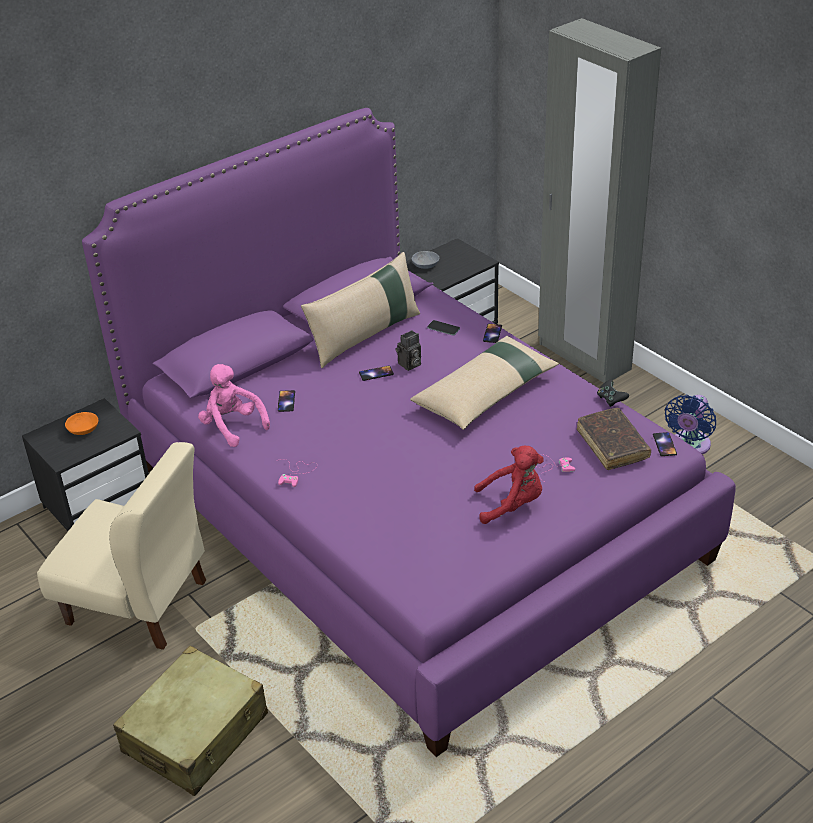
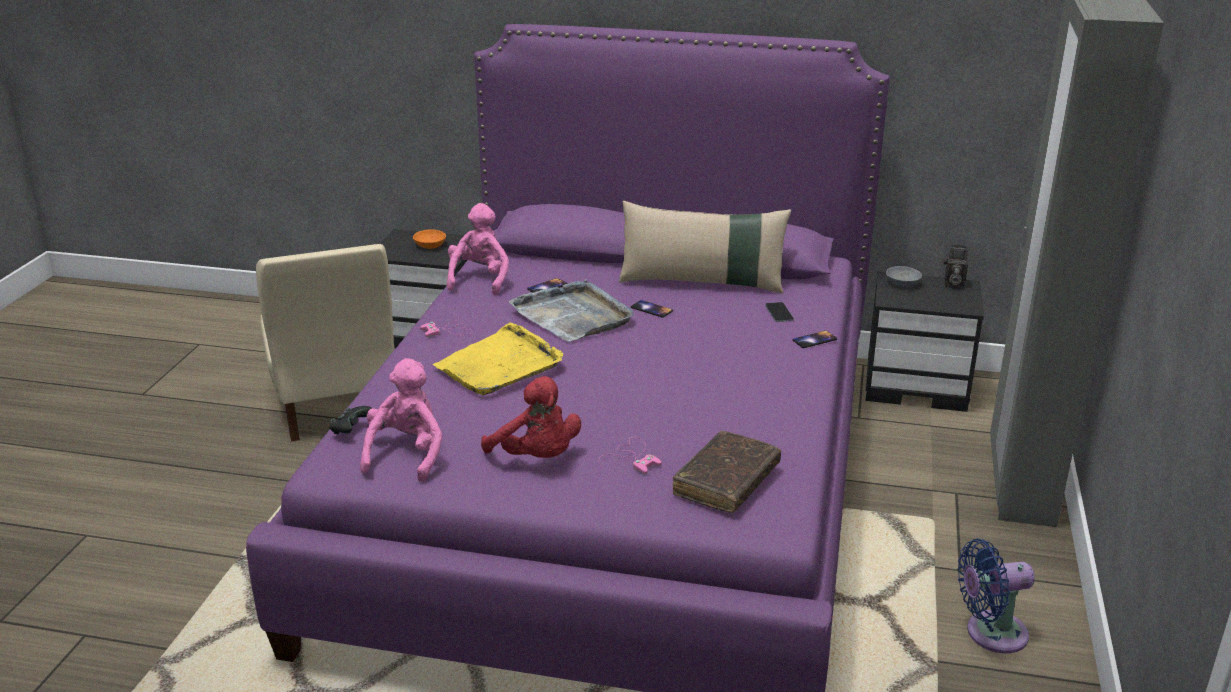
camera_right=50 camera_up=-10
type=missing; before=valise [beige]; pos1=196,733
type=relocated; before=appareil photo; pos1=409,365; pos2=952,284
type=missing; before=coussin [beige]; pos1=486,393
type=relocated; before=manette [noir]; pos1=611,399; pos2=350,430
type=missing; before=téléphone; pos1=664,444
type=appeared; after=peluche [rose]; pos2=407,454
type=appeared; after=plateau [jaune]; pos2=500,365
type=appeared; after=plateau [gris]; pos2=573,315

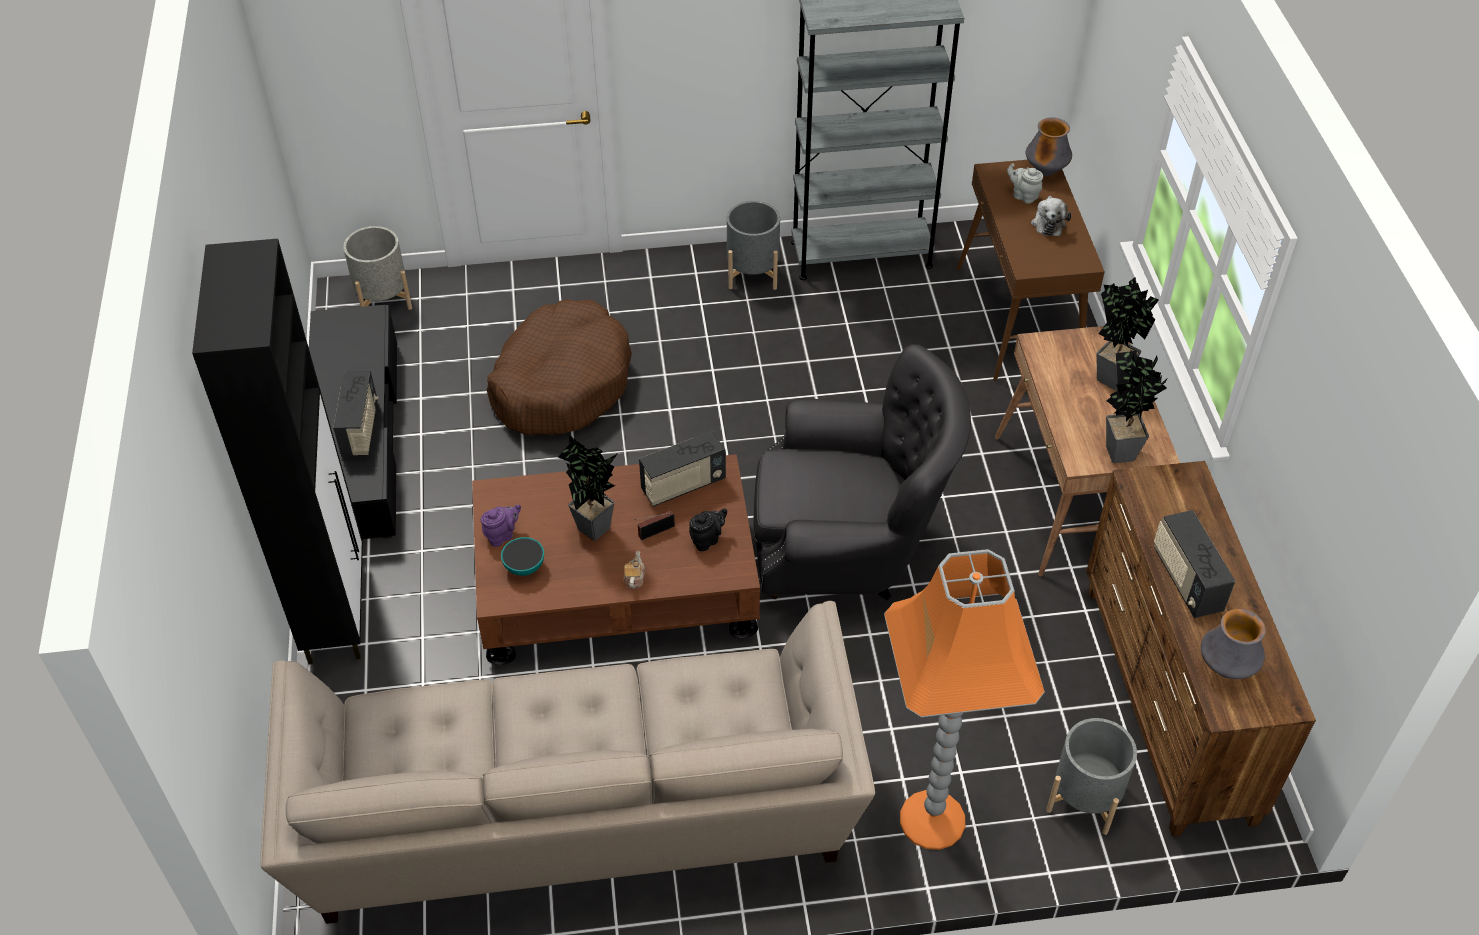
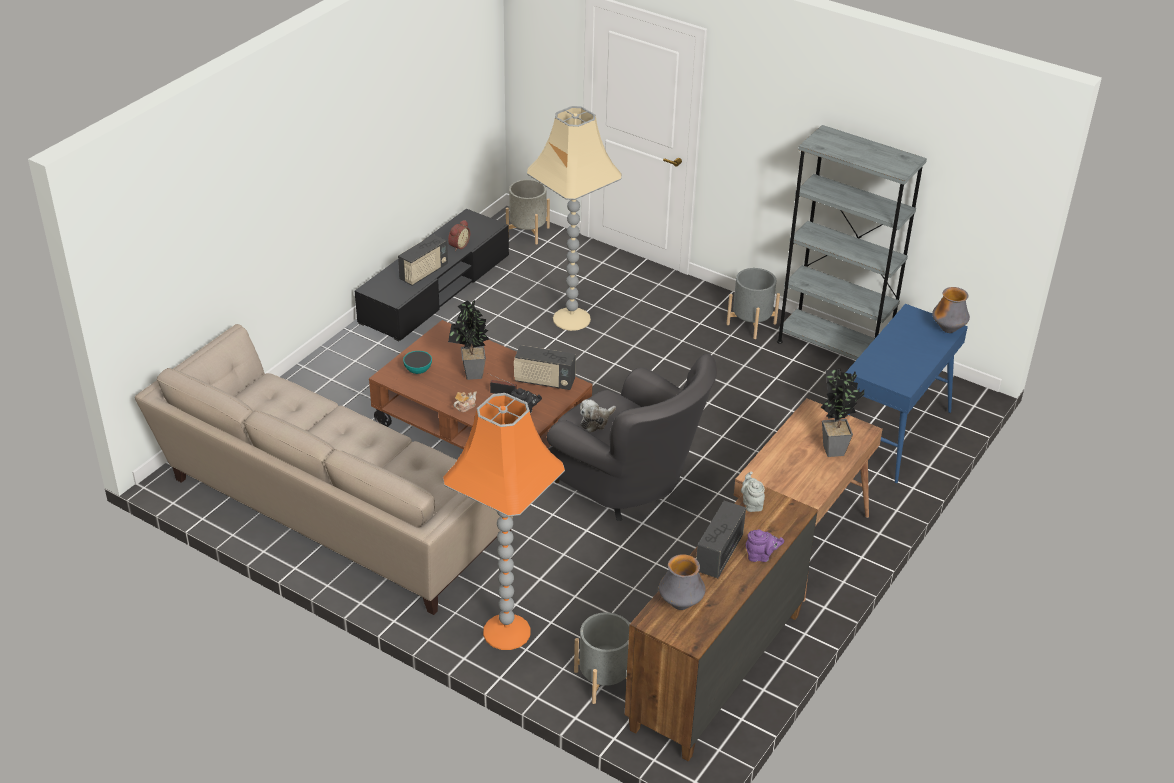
camera_right=40 camera_up=-10
type=missing; before=meuble de rangement [noir]; pos1=336,610
type=relocated; before=théière [violet]; pos1=502,535; pos2=761,556
type=exchanged; before=panier pour chien [marron]; after=lampadaire [beige]; pos1=561,383; pos2=571,320
type=colour; before=table console [marron]; after=table console [bleu]; pos1=1019,319; pos2=891,434
type=relocated; before=théière [gris]; pos1=1023,195; pos2=752,504
type=relocated; before=peluche; pos1=1048,222; pos2=596,421
type=missing; before=plante en pot; pos1=1121,448
type=appeared; after=réveil; pos2=458,245

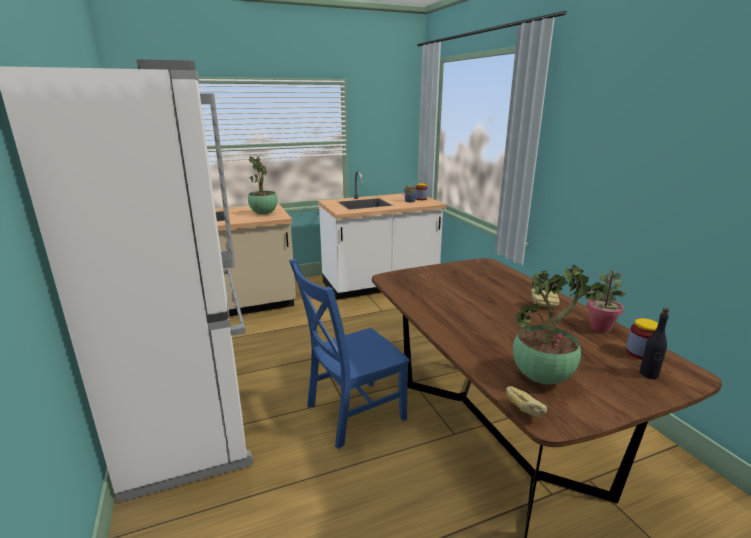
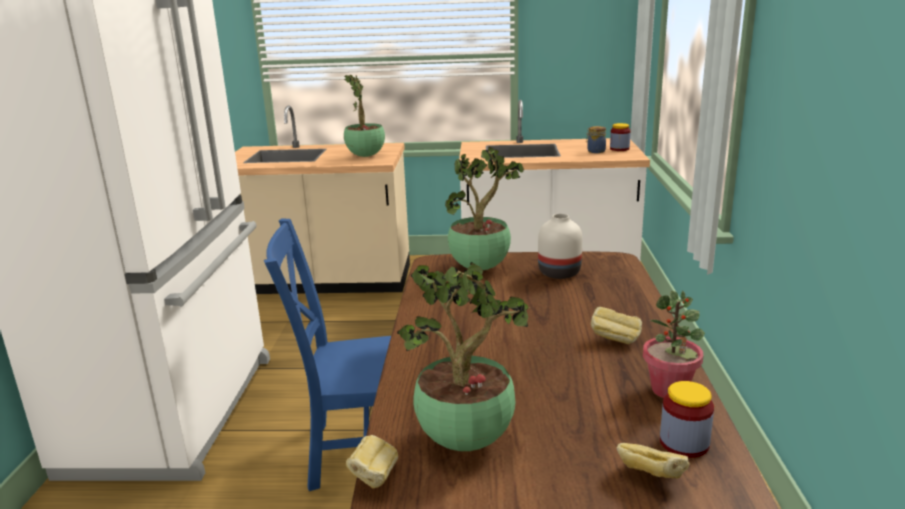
camera_right=25 camera_up=0
type=exchanged; before=bouteille [noir]; after=pain; pos1=649,374; pos2=650,478
type=appeared; after=plante en pot; pos2=481,267
type=appeared; after=vase [blanc]; pos2=558,272

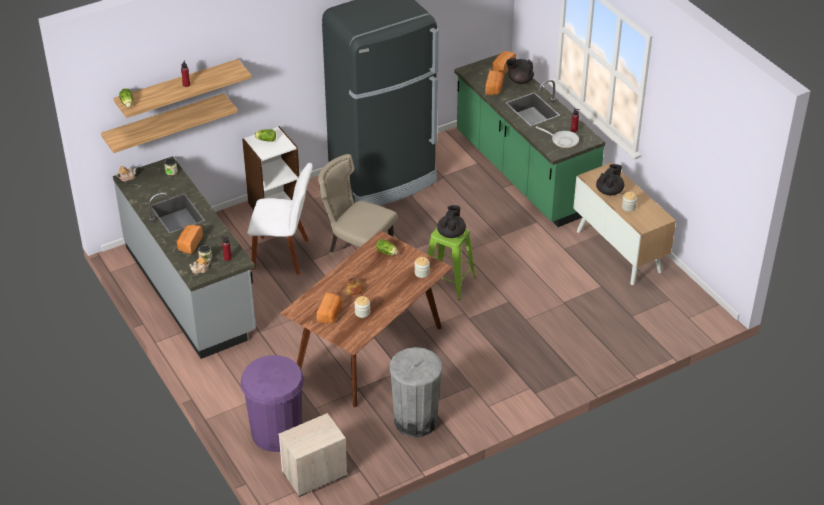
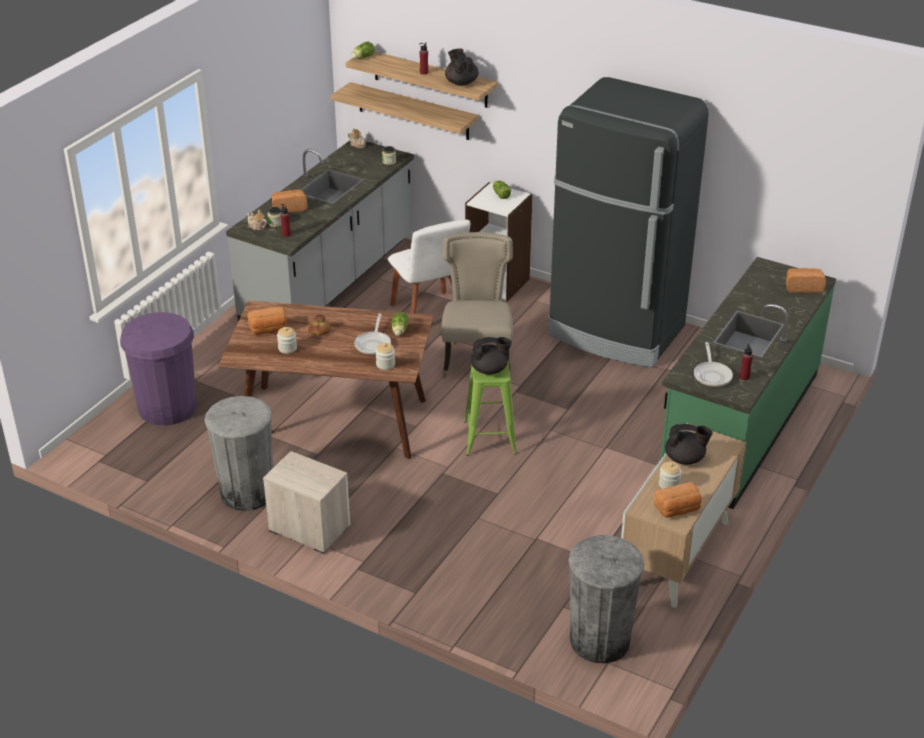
camera_right=60 camera_up=-5
type=relocated; before=table de chevet; pos1=313,474; pos2=308,528
type=relocated; before=pain; pos1=494,88; pos2=678,509
type=relocated; before=théière [noir]; pos1=520,80; pos2=461,82
type=appeared; after=poêle; pos2=373,344
type=appeared; after=poubelle [gris]; pos2=599,640

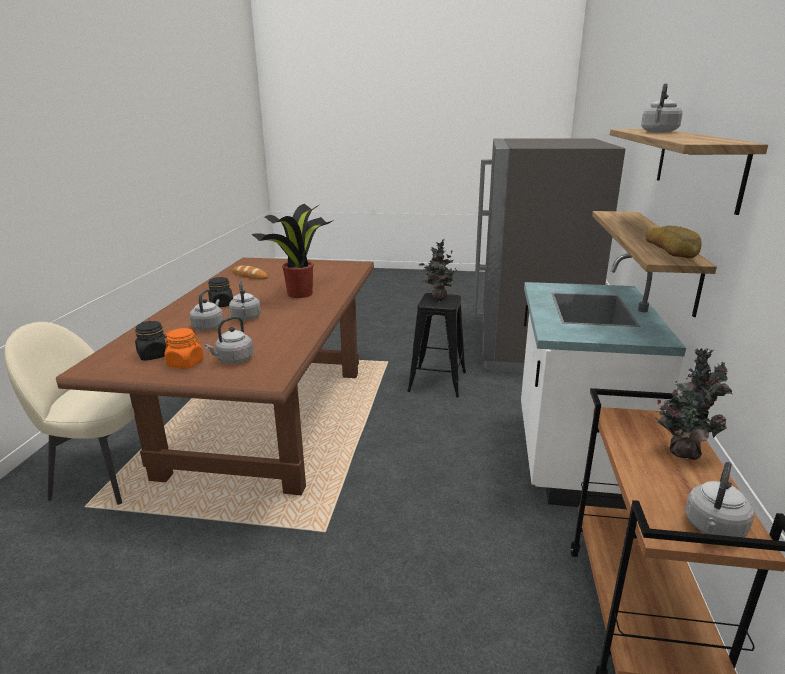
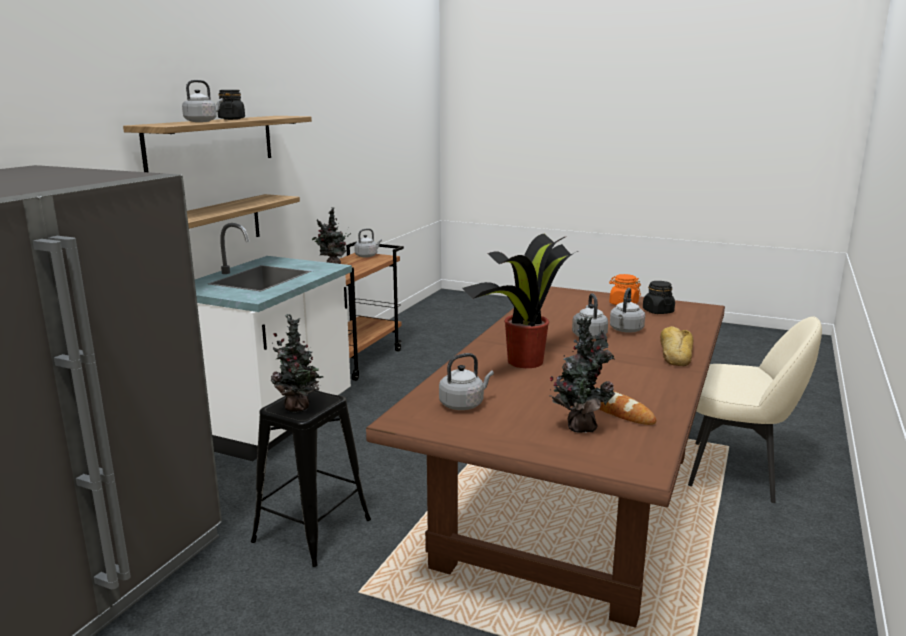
camera_right=-165 camera_up=-5
type=relocated; before=bouilloire [gris]; pos1=233,360; pos2=463,404
type=relocated; before=bocal [noir]; pos1=221,304; pos2=232,119
type=relocated; before=pain; pos1=671,249; pos2=675,354
type=appeared; after=plante en pot; pos2=580,426

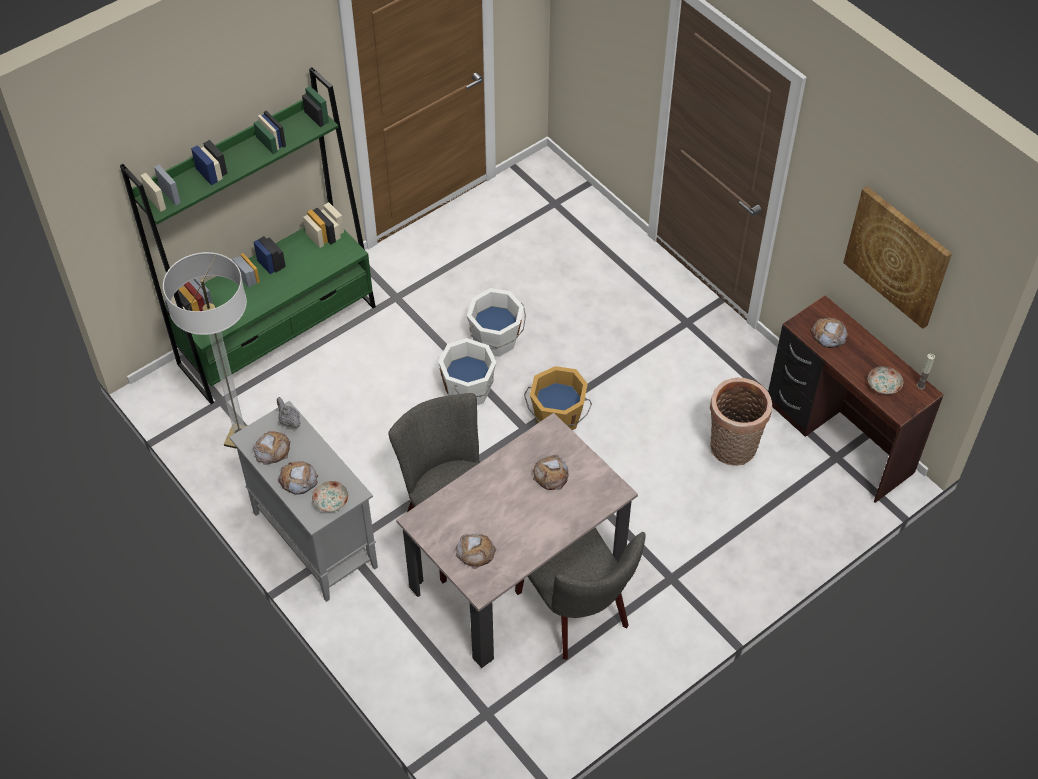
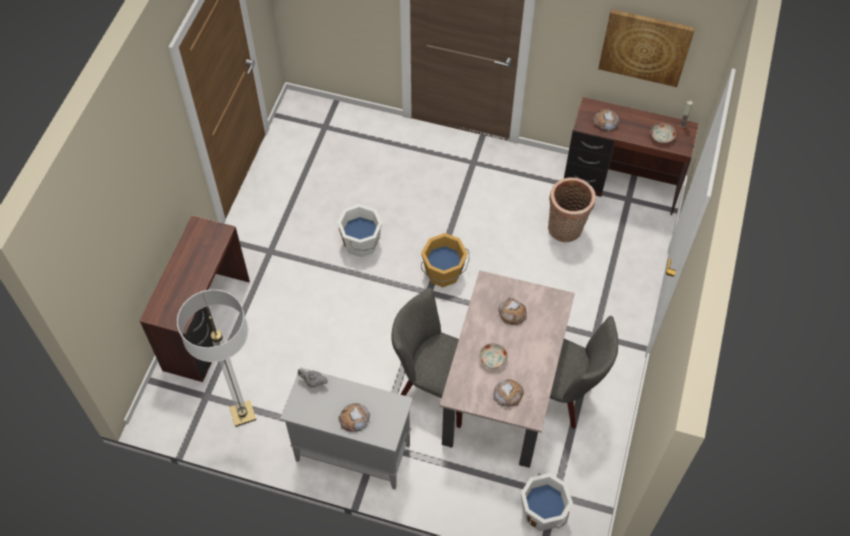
camera_right=-35 camera_up=5
type=exchanged; before=bibliothèque [vert]; after=bureau [marron]; pos1=278,335; pos2=208,325
type=missing; before=pain; pos1=272,449
type=relocated; before=assiette; pos1=330,501; pos2=492,359
type=relocated; before=seau [blanc]; pos1=469,390; pos2=543,511

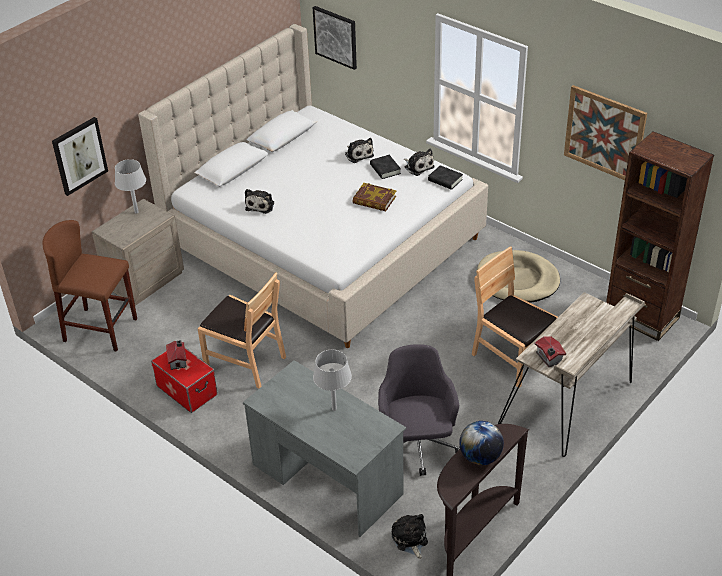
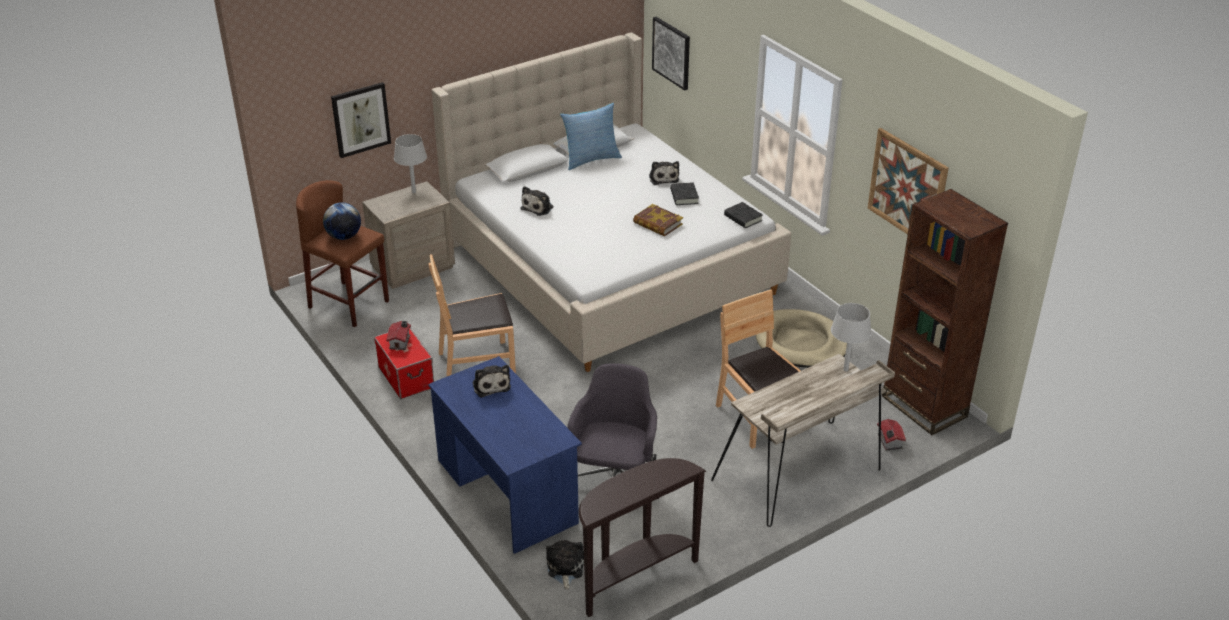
camera_right=15 camera_up=-5
type=spun; before=chaise [marron]; pos1=245,362; pos2=477,363; turn=120
type=colour; before=bureau [gris]; after=bureau [bleu]; pos1=327,479; pos2=506,491
type=relocated; before=lampe de table [gris]; pos1=334,409; pos2=845,370
type=relocated; before=peluche; pos1=418,166; pos2=490,385
type=relocated; before=globe; pos1=480,457; pos2=344,236
type=relocated; before=maison miniature; pos1=549,358; pos2=889,442
type=appeared; after=coussin; pos2=591,159

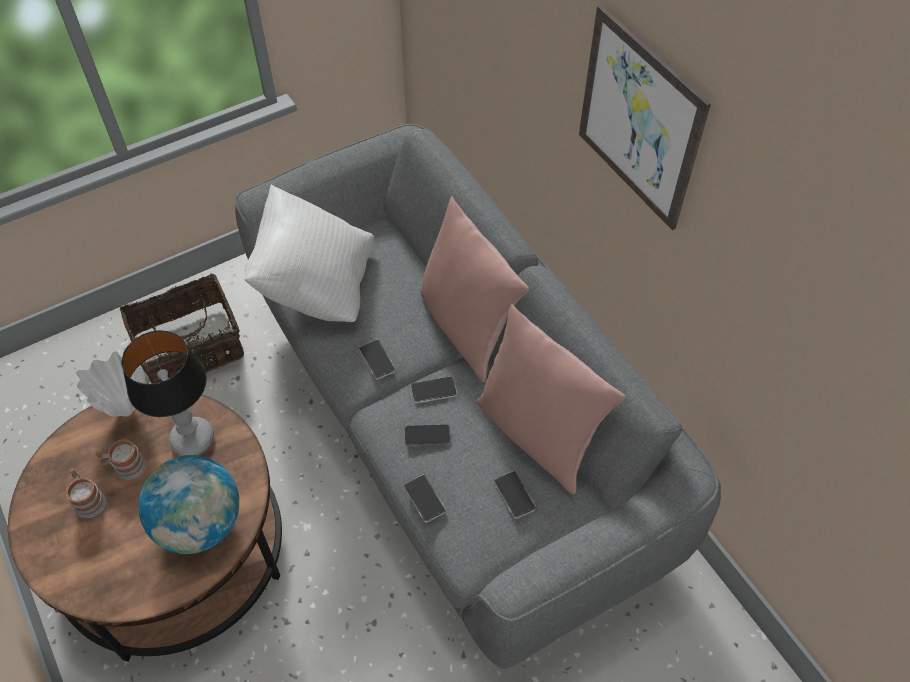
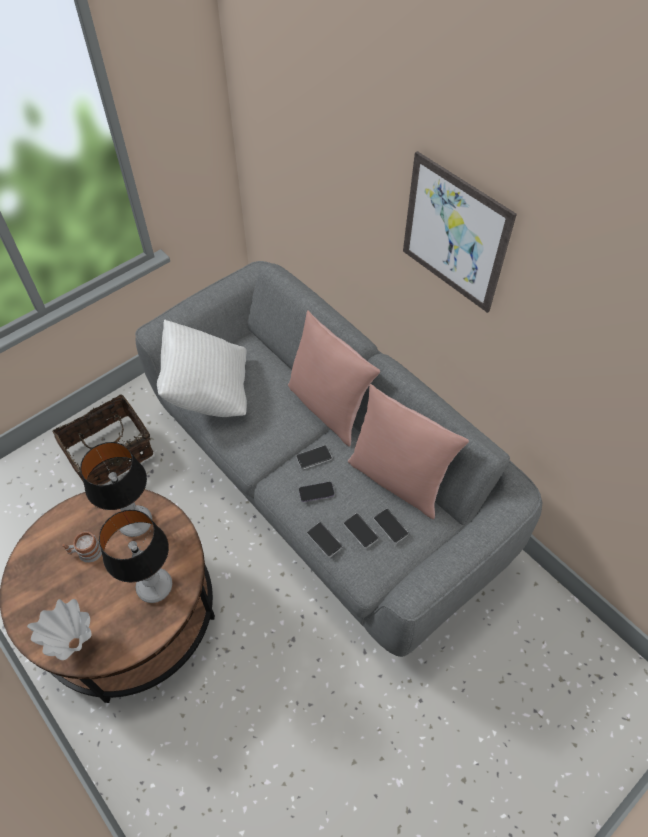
camera_right=-10 camera_up=0
type=missing; before=mug; pos1=88,499
type=relocated; before=vase [blanc]; pos1=127,410; pos2=76,644
type=exchanged; before=globe; after=lampe de table; pos1=200,524; pos2=155,587
type=relocated; before=téléphone; pos1=377,360; pos2=360,531

